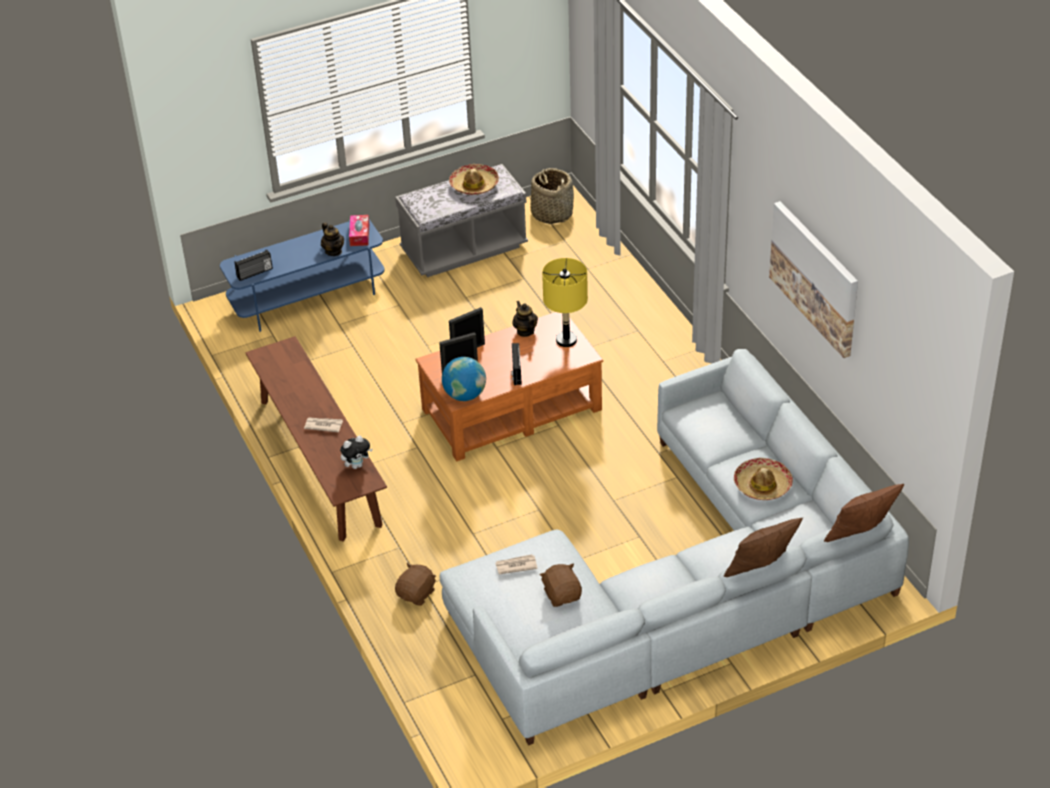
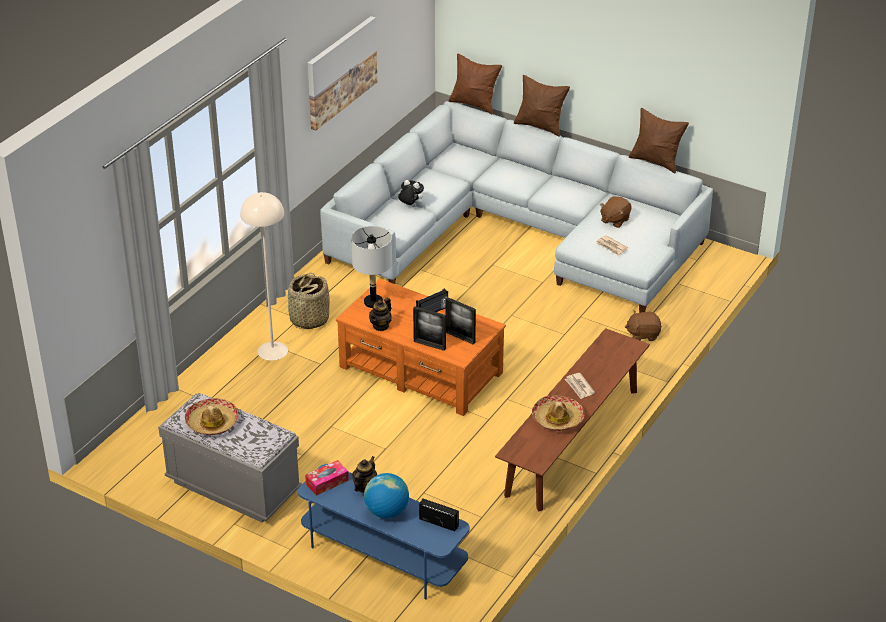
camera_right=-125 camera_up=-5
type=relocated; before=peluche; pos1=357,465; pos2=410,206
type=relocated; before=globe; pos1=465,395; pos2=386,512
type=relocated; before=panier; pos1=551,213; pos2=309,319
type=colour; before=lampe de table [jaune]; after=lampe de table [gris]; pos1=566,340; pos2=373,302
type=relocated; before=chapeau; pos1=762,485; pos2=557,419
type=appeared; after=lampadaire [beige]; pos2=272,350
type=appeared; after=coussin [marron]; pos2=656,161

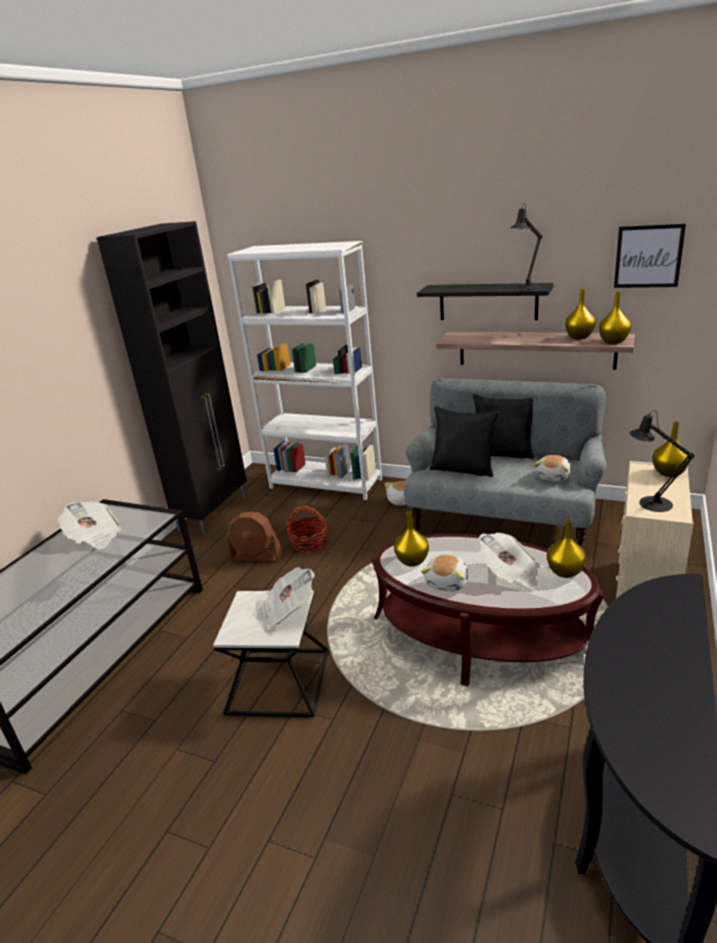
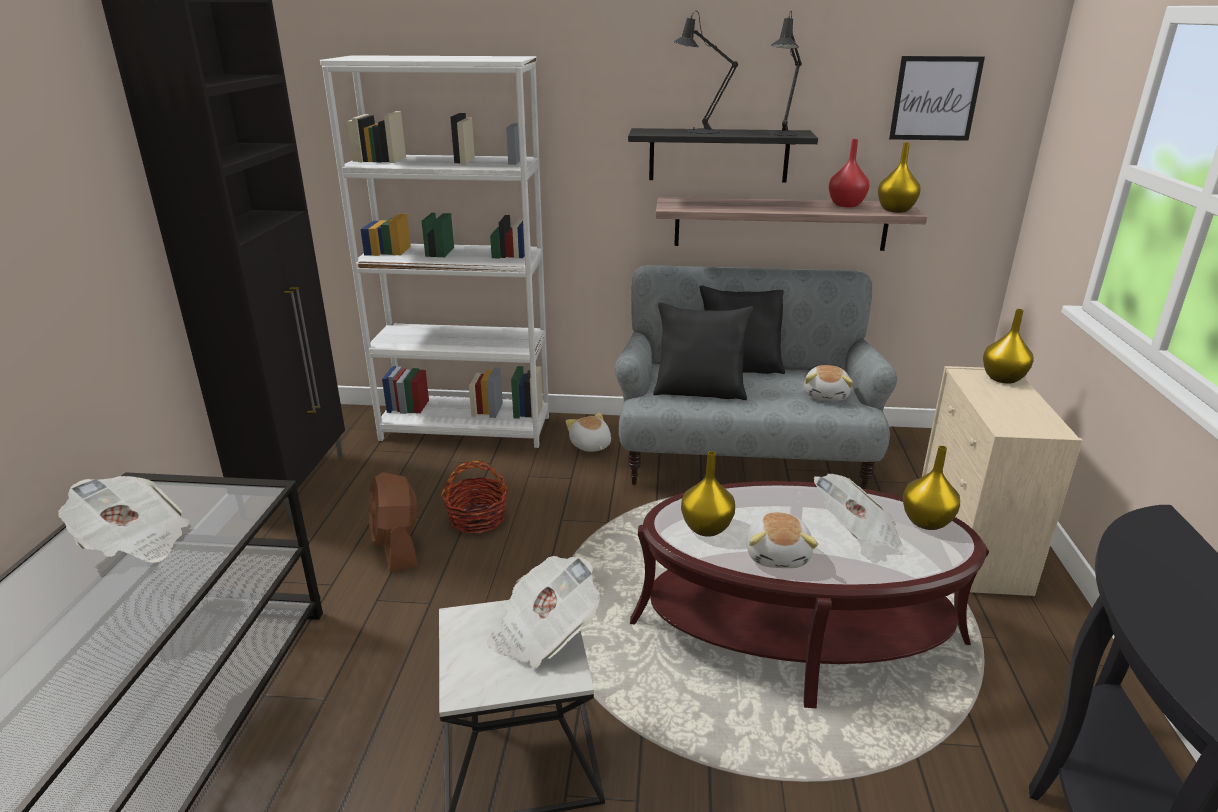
camera_right=-20 camera_up=0
type=spun; before=ventilateur [marron]; pos1=256,556; pos2=397,547; turn=75
type=colour; before=vase [jaune]; after=vase [rouge]; pos1=578,337; pos2=845,205
type=relocated; before=lampe de table [noir]; pos1=650,503; pos2=698,131

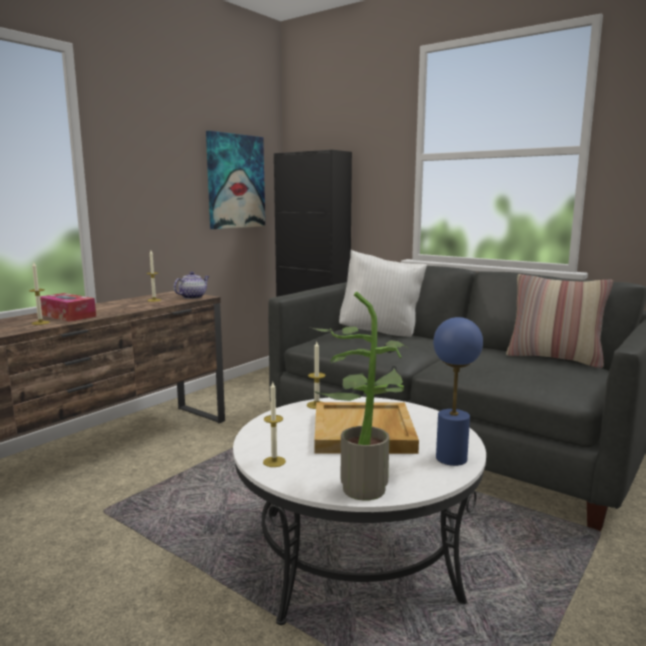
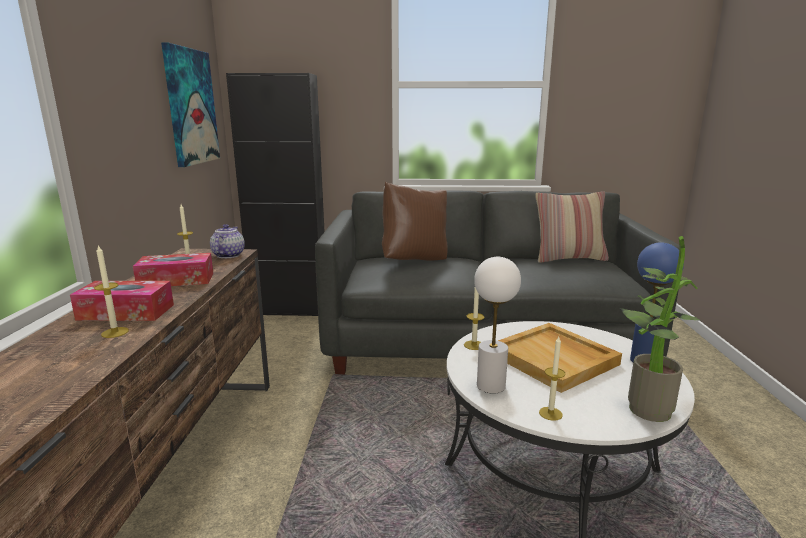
camera_right=-35 camera_up=5
type=colour; before=coussin [blanc]; after=coussin [marron]; pos1=381,333; pos2=415,260
type=appeared; after=boîte à mouchoirs; pos2=176,280
type=appeared; after=lampe de table [blanc]; pos2=491,386

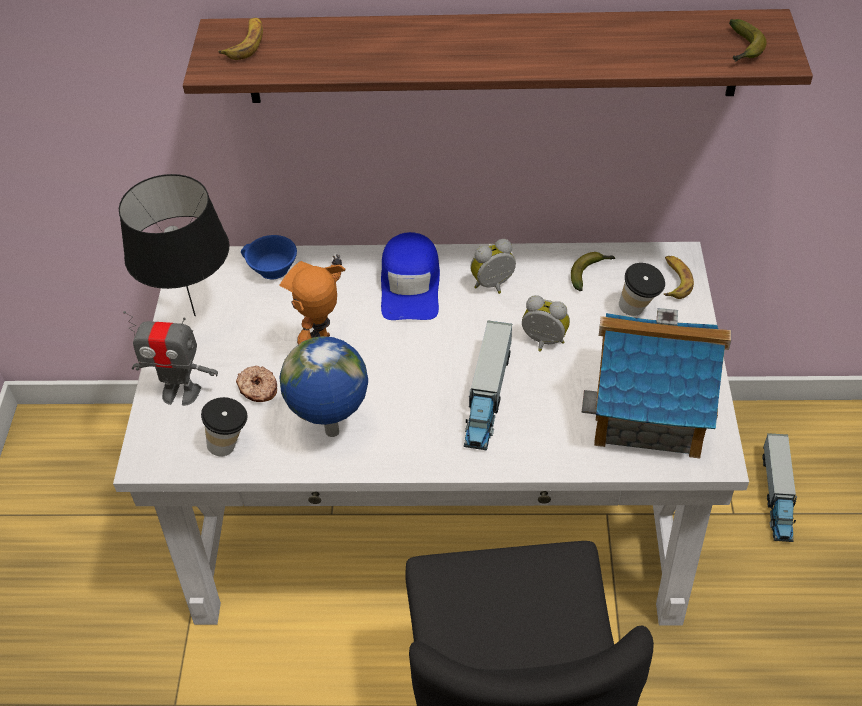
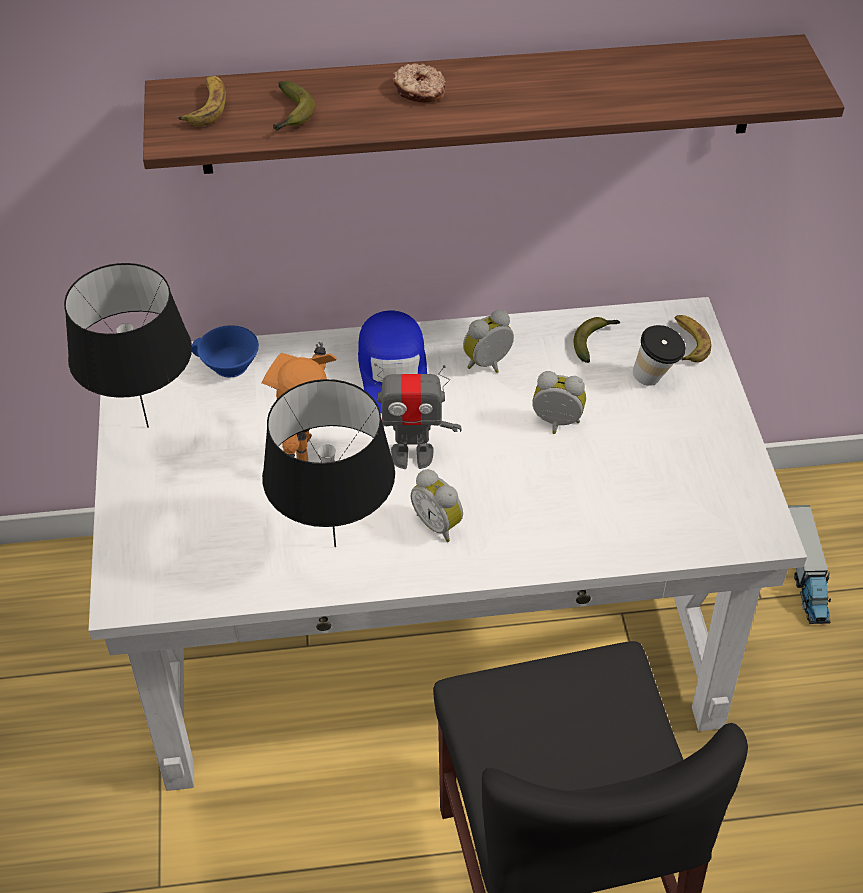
camera_right=-10 camera_up=0
type=relocated; before=robot jouet; pos1=180,392; pos2=412,455
type=missing; before=tasse; pos1=231,446
type=relocated; before=beignet; pos1=258,389; pos2=419,91
type=exchanged; before=globe; after=lampe de table [noir]; pos1=332,433; pos2=336,547
type=missing; before=camion jouet; pos1=487,396
type=missing; before=maison miniature; pos1=650,410
type=relocated; before=banane; pos1=743,49; pos2=291,115
type=appeared; after=réveil; pos2=439,524

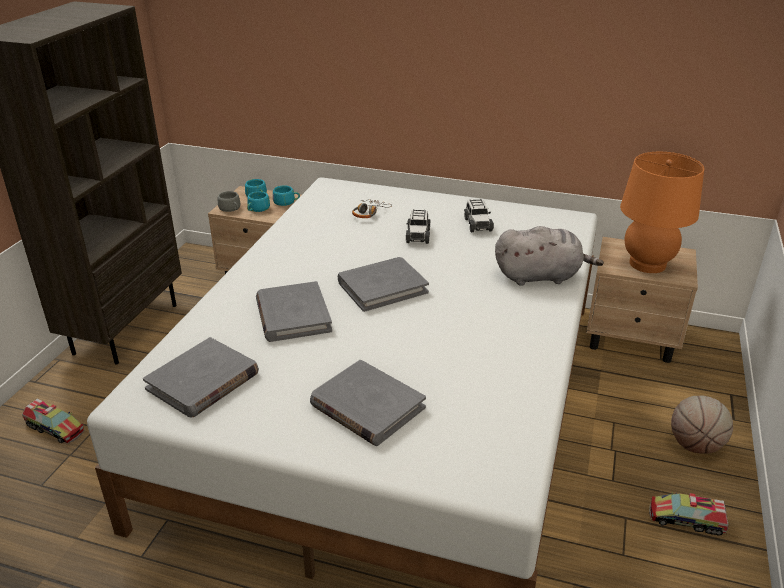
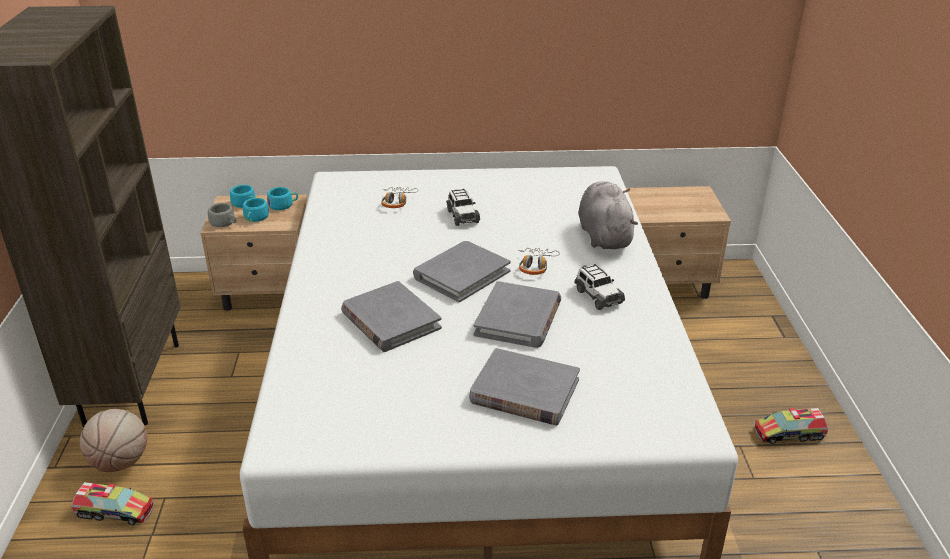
camera_right=-20 camera_up=0
type=relocated; before=livre [gris]; pos1=203,381; pos2=518,319
type=relocated; before=petite voiture; pos1=477,224; pos2=598,296
type=spun; before=peluche [gris]; pos1=540,276; pos2=604,235; turn=-75
type=missing; before=lampe de table [orange]; pos1=647,264
type=relocated; before=ballon de basket; pos1=695,445; pos2=121,462
type=appeared; after=casque audio; pos2=535,266

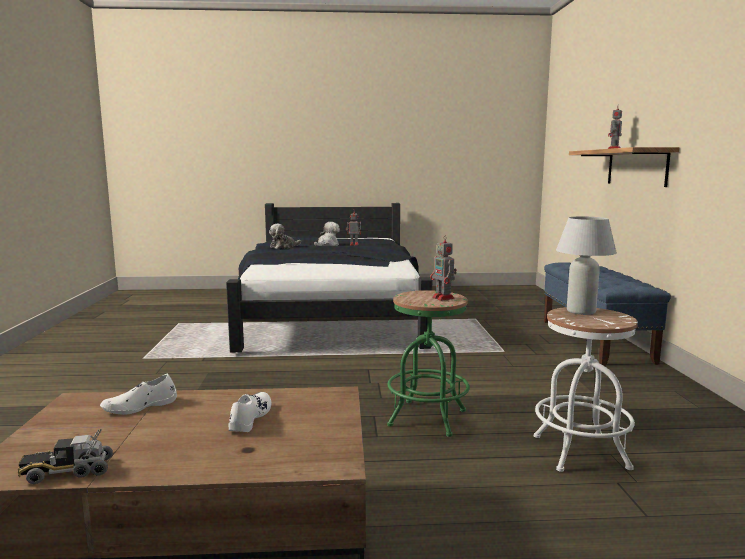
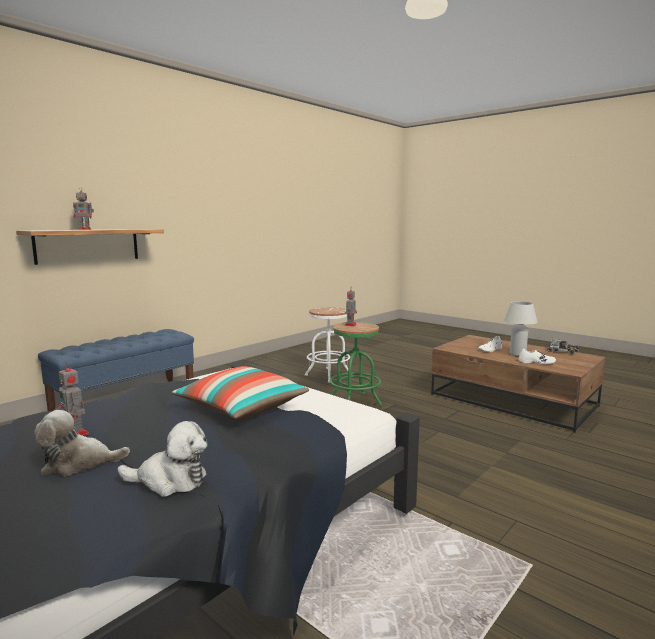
camera_right=-135 camera_up=0
type=relocated; before=lampe de table [blanc]; pos1=581,311; pos2=517,354
type=appeared; after=coussin; pos2=242,408

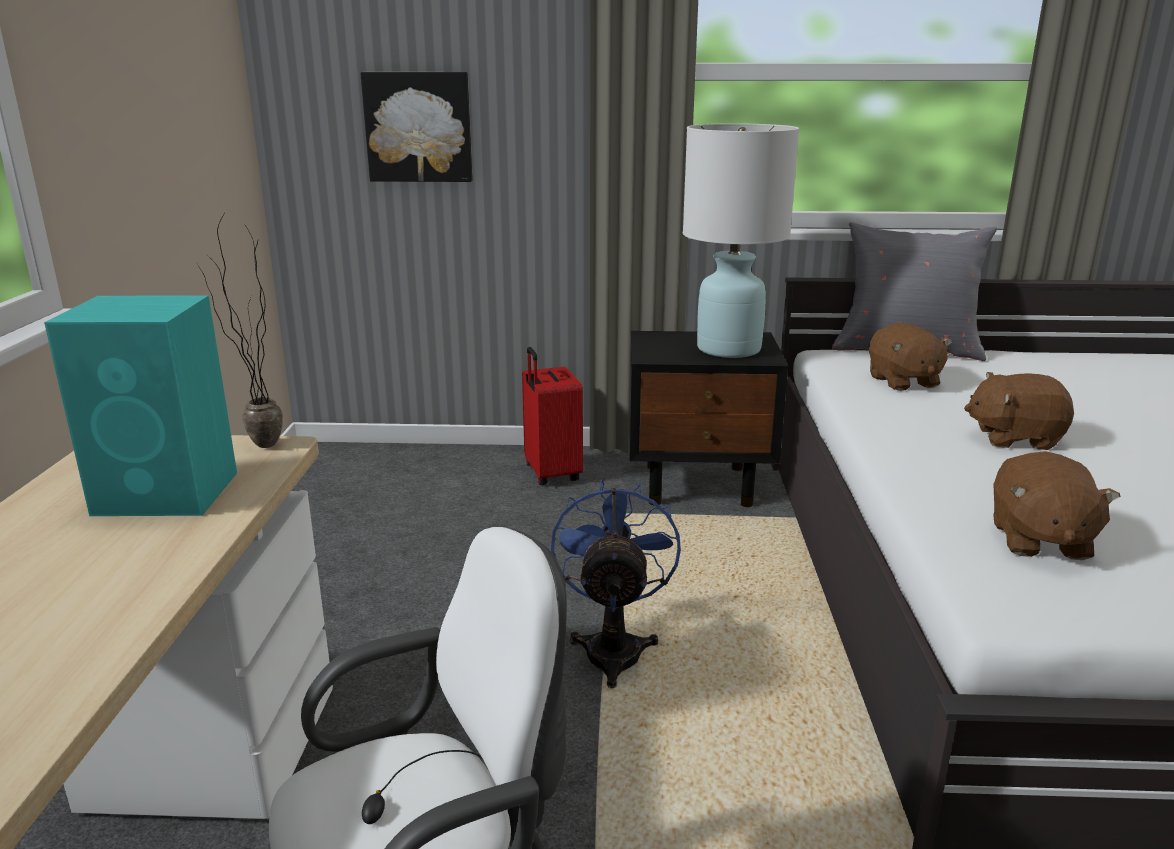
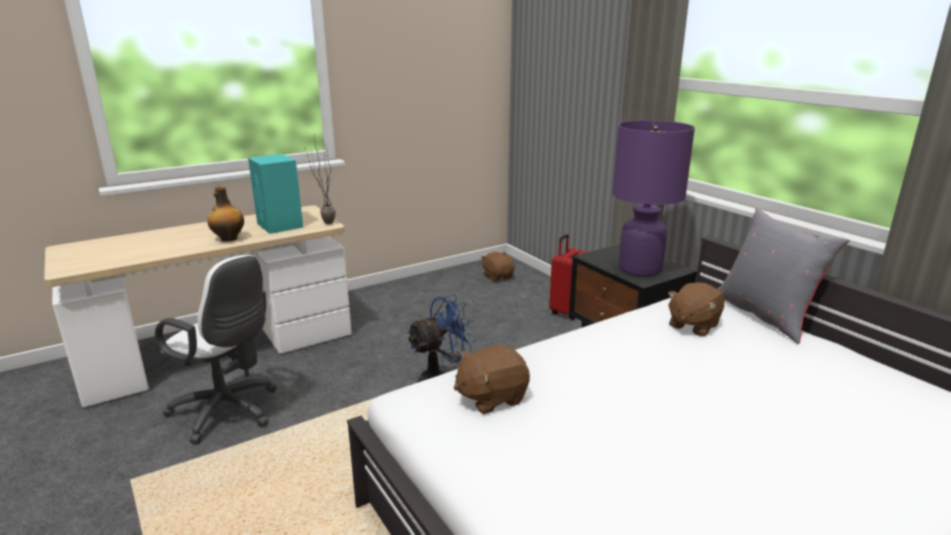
camera_right=55 camera_up=0
type=missing; before=tableau; pos1=419,127
type=colour; before=lampe de table [blanc]; after=lampe de table [violet]; pos1=728,349; pos2=639,269
type=relocated; before=peluche [marron]; pos1=1014,438; pos2=498,276
type=appeared; after=bouteille; pos2=228,239

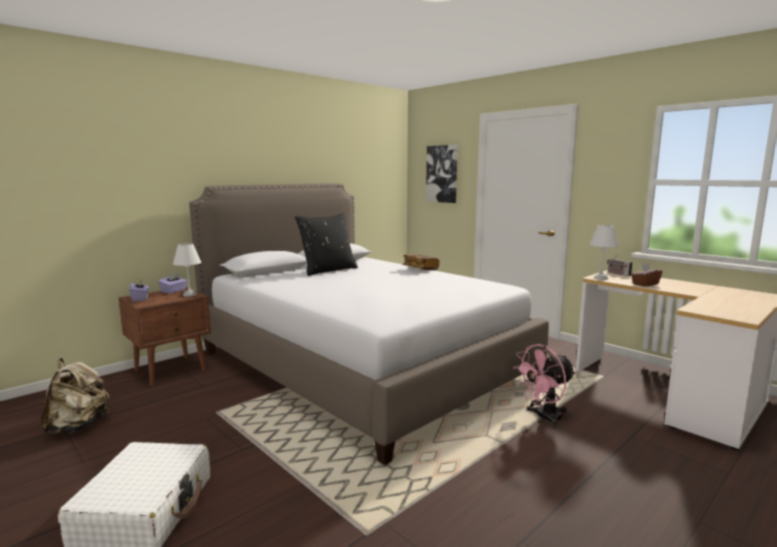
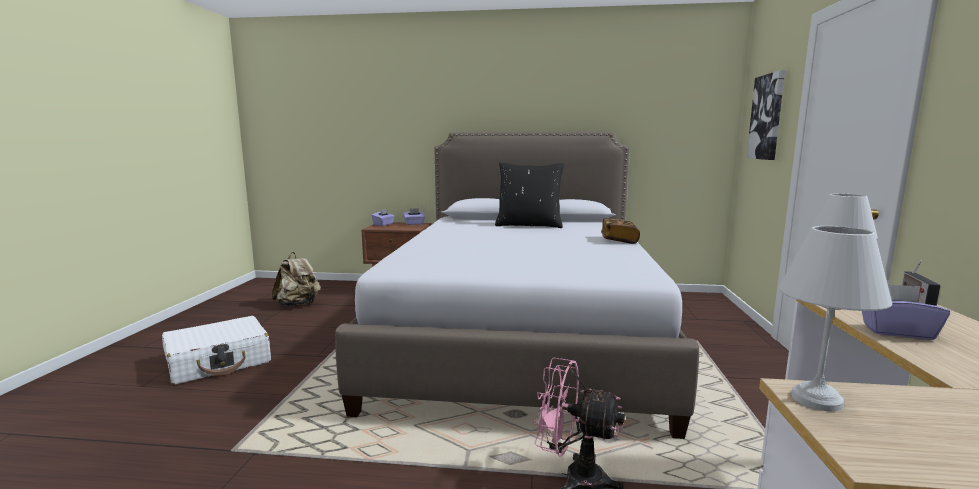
camera_right=50 camera_up=0
type=relocated; before=lampe de table [blanc]; pos1=190,295; pos2=817,400
type=colour; before=boîte à mouchoirs [marron]; after=boîte à mouchoirs [violet]; pos1=645,284; pos2=897,332

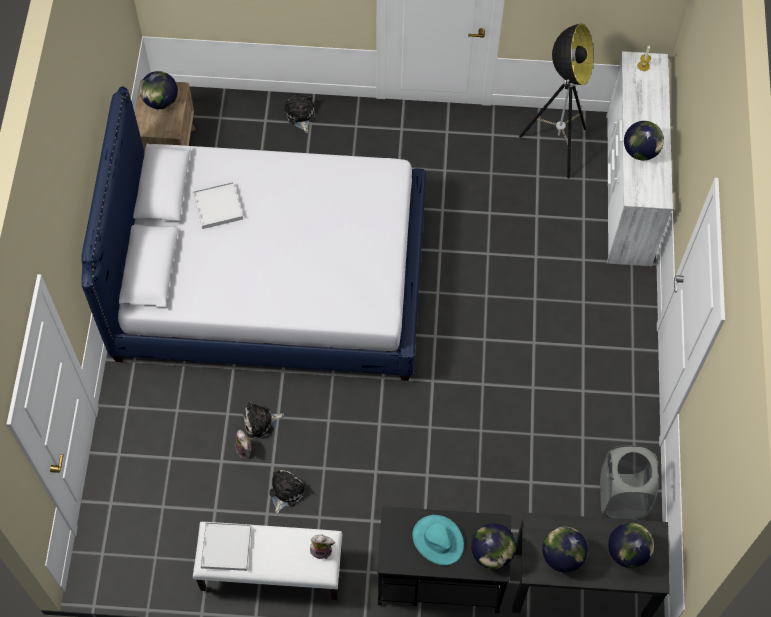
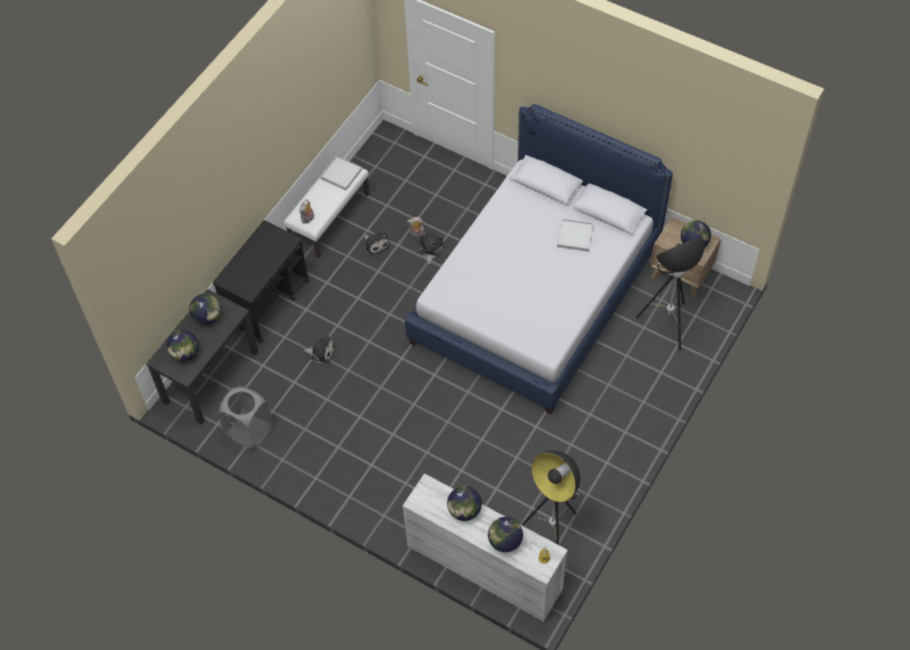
camera_right=120 camera_up=-5
type=relocated; before=peluche; pos1=300,116; pos2=321,352
type=missing; before=chapeau [turquoise]; pos1=437,540
type=relocated; before=globe; pos1=491,553; pos2=504,541
type=appeared; after=lampadaire; pos2=667,325

